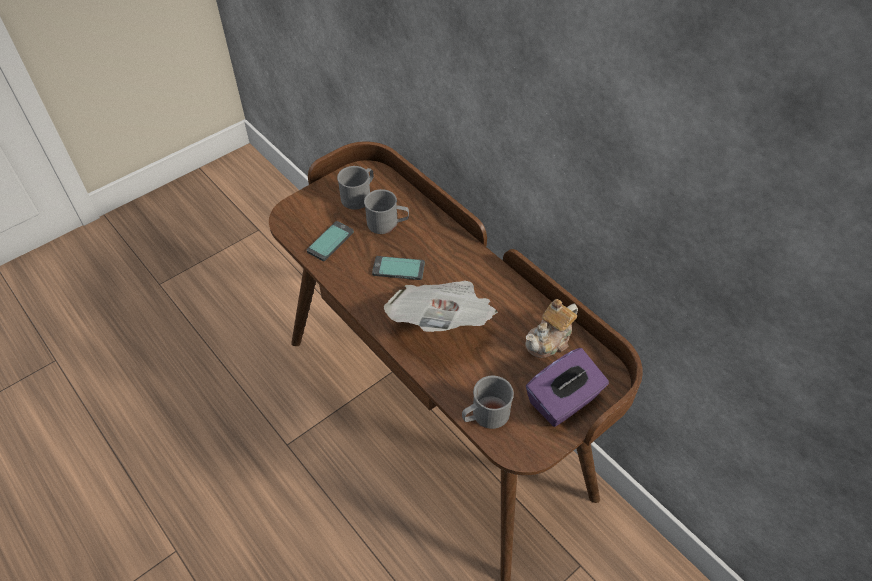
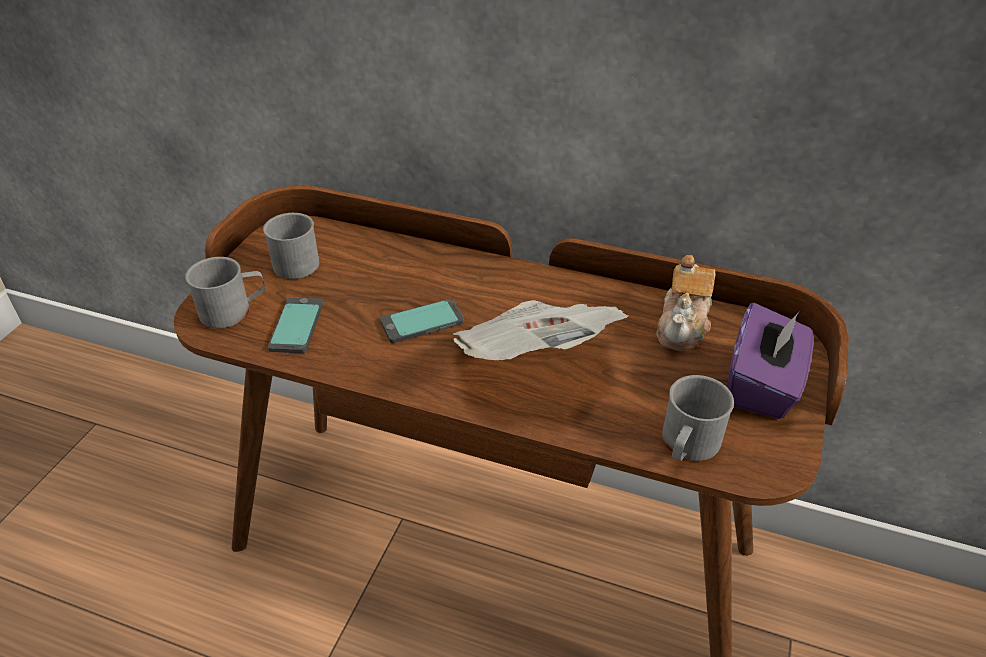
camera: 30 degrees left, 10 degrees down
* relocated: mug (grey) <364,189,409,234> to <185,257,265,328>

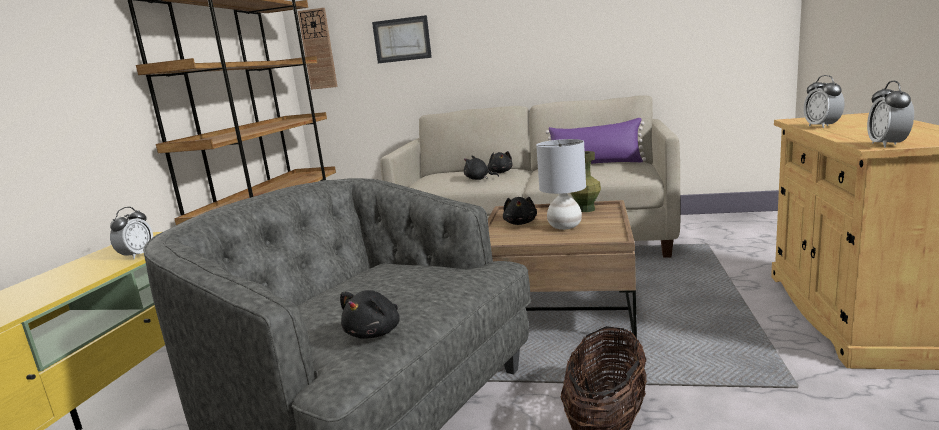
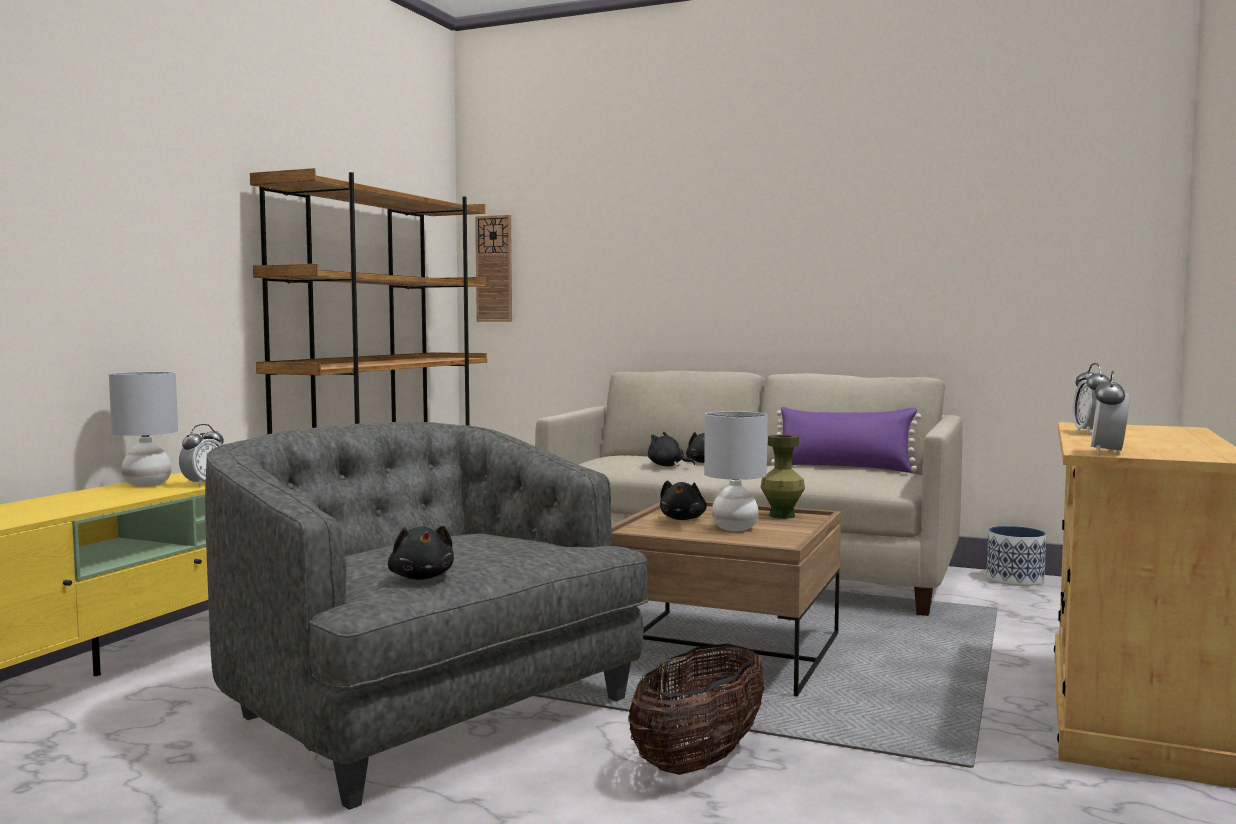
camera: 10 degrees right, 10 degrees down
* spun: cuddly toy (black) <340,290,400,339> = <388,525,454,580> 60 degrees counterclockwise
* missing: wall picture <372,15,432,63>
* appeared: tabletop lamp (grey) <109,372,178,487>
* appeared: plant pot <987,526,1046,586>

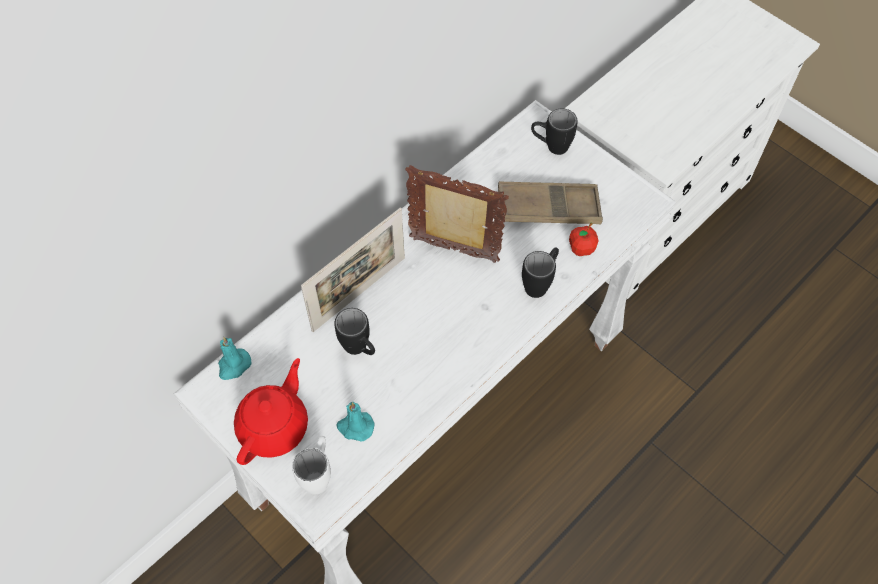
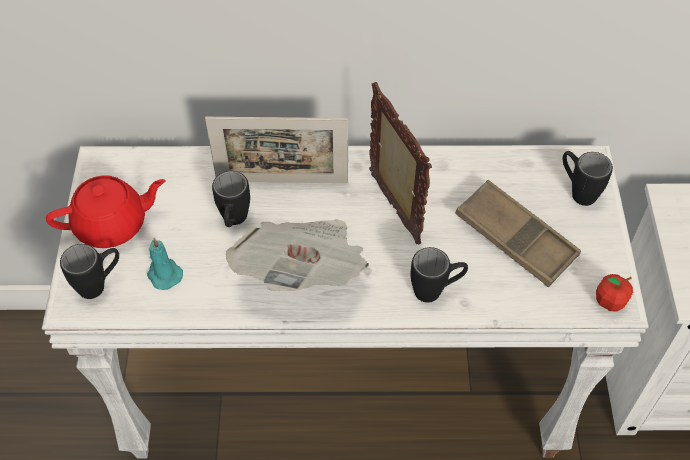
camera: 45 degrees right, 5 degrees down
* missing: candle (turquoise-coloured) <218,337,252,380>
* colour: mug (white) <292,436,331,494> to mug (black) <60,244,119,299>
* relocated: whole apple <569,222,598,256> to <596,274,633,311>
* appeared: printed paper <225,219,369,291>

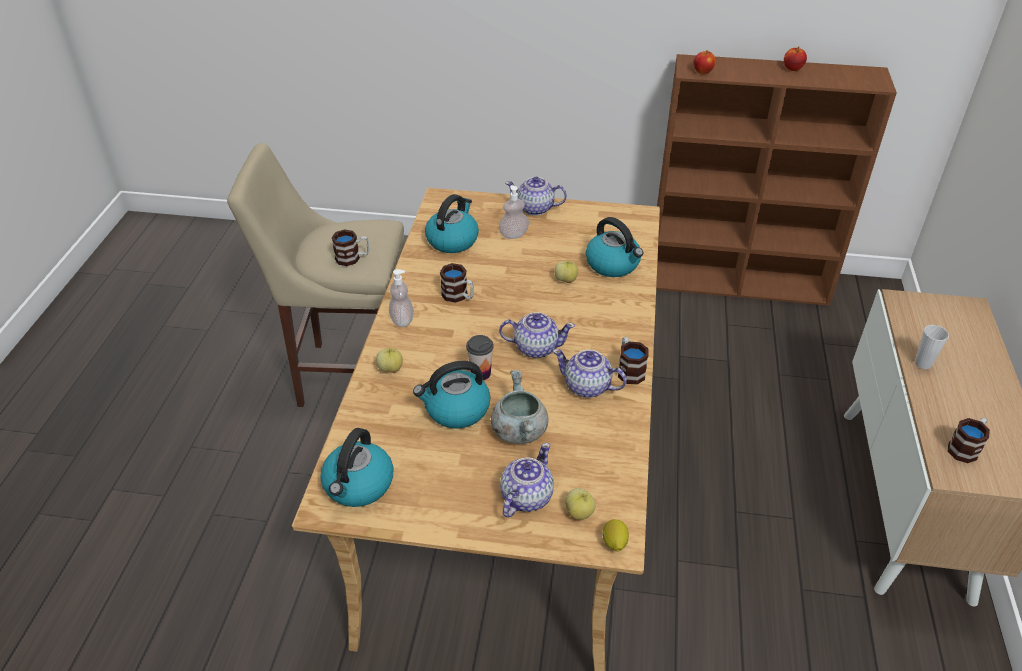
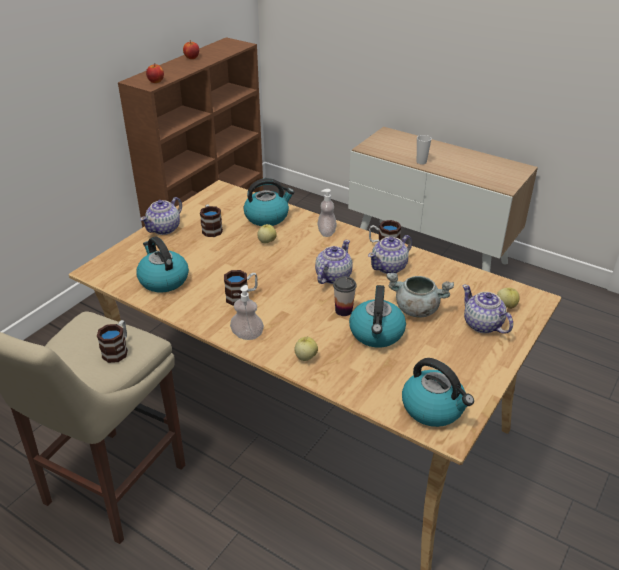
camera: 65 degrees left, 5 degrees down
* relocated: soap bottle <499,185,529,239> to <317,189,337,237>
* missing: whole lemon <602,519,629,552>
* relocated: mug <947,418,990,463> to <200,204,223,237>

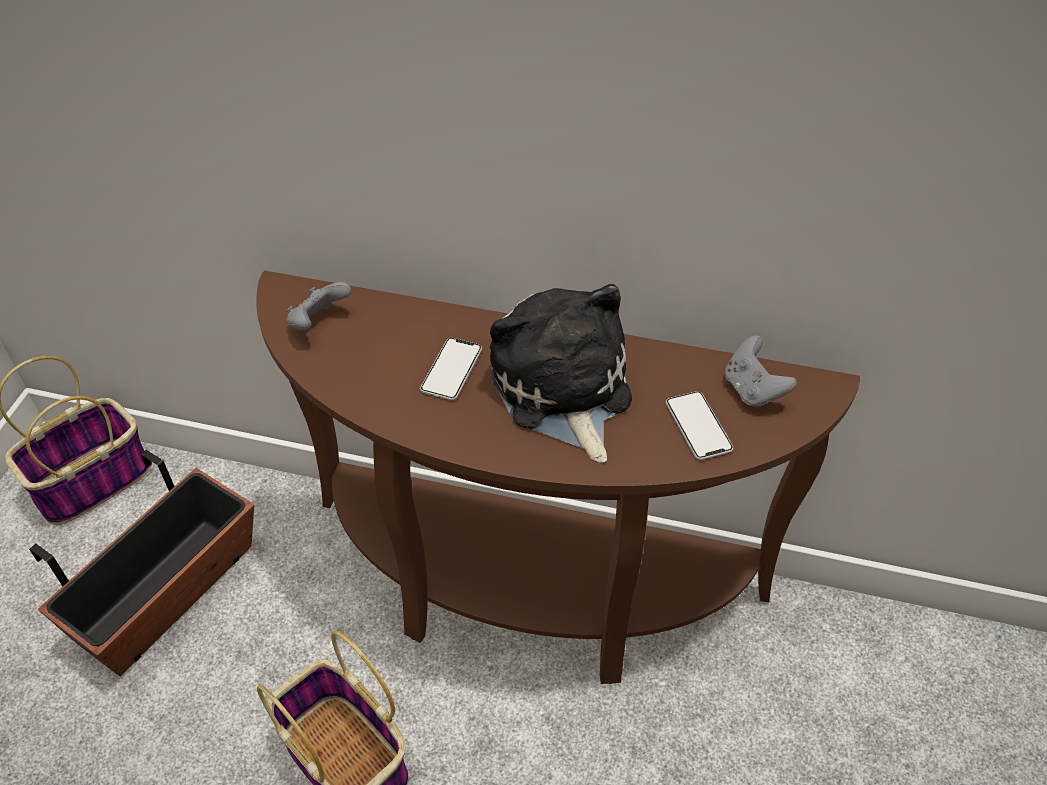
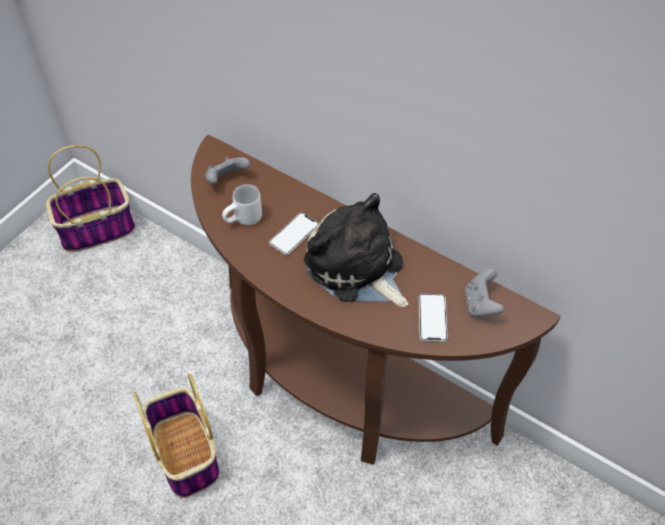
camera: 20 degrees right, 5 degrees up
* missing: plant pot <29,450,254,676>
* spun: cuddly toy <490,284,632,463> = <304,193,408,307> 45 degrees counterclockwise
* appeared: mug (white) <222,184,262,225>

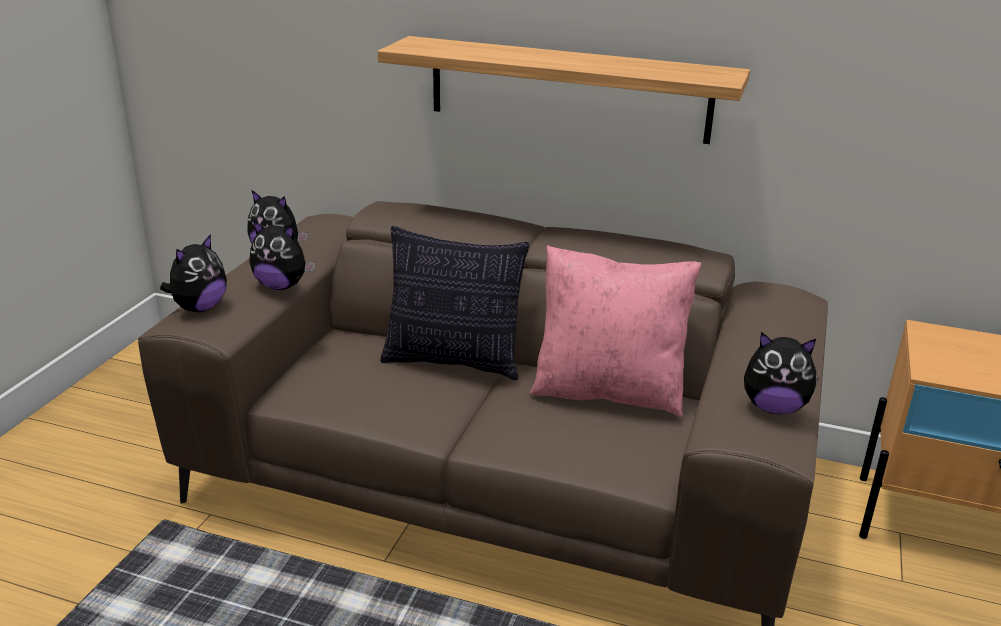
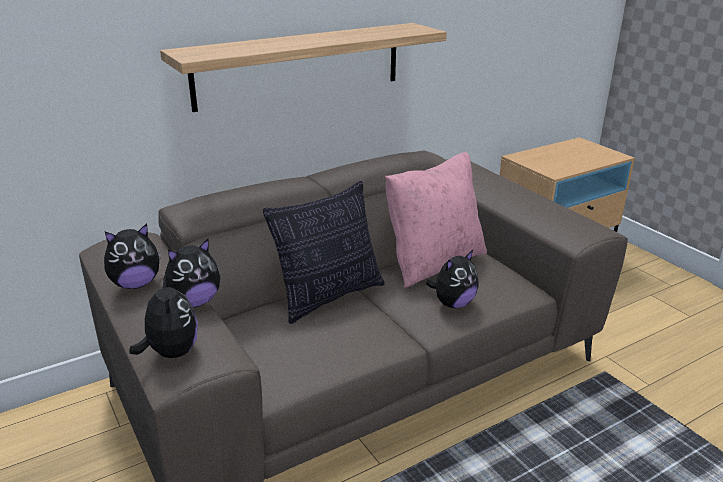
camera: 50 degrees left, 0 degrees up
* relocated: cuddly toy <744,332,819,414> to <426,250,479,308>

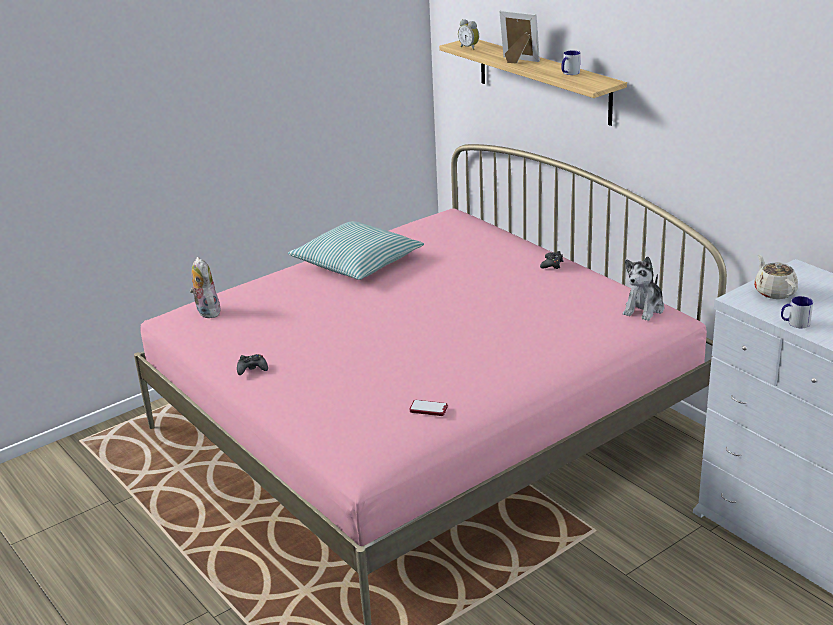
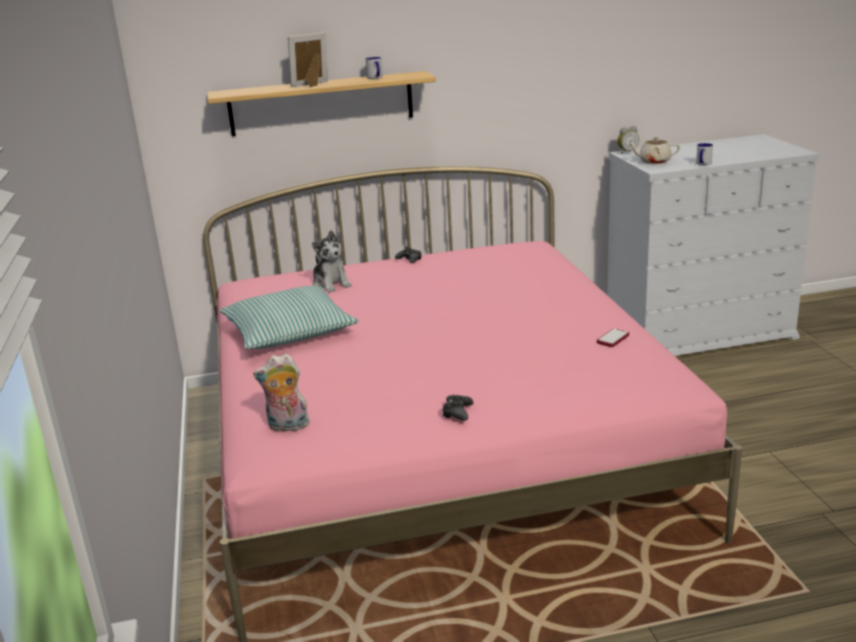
camera: 65 degrees left, 5 degrees down
* relocated: alarm clock <458,19,479,50> to <618,126,639,154>
* relocated: cuddly toy <623,256,664,321> to <312,230,352,293>

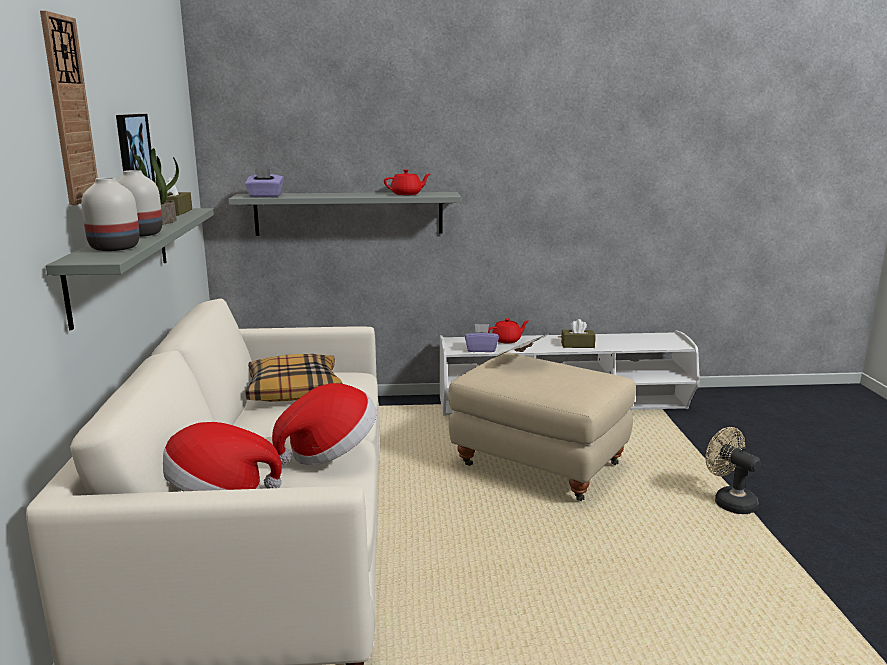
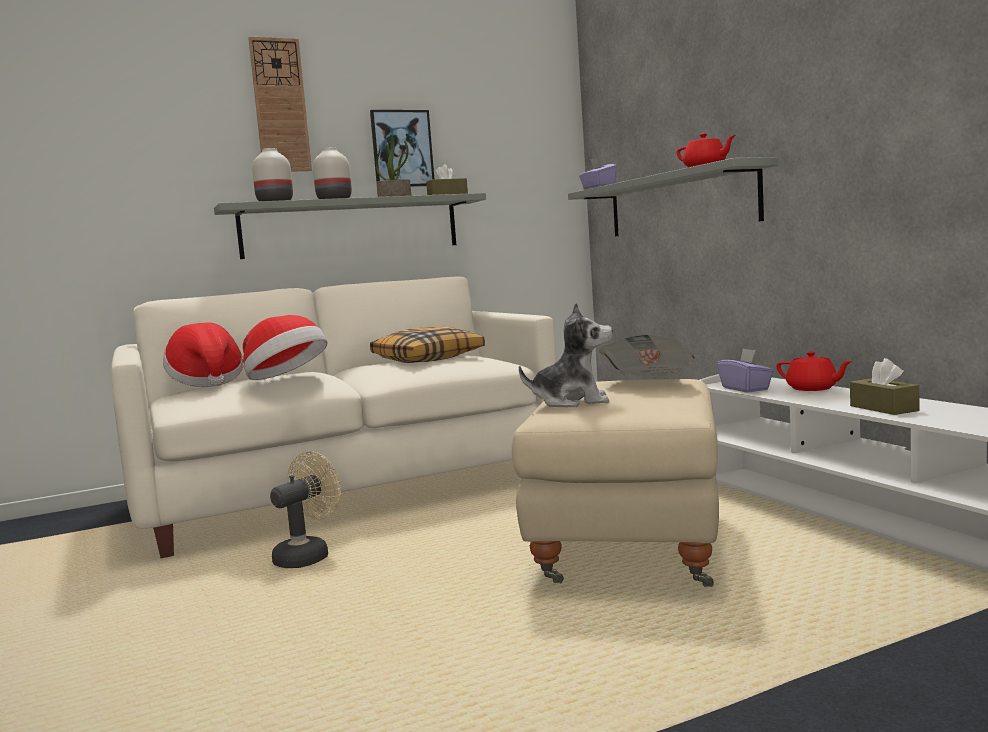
camera: 70 degrees right, 10 degrees down
* relocated: cooling fan (sand-coloured) <706,427,761,514> to <270,451,341,568>
* appeared: cuddly toy <519,303,612,407>

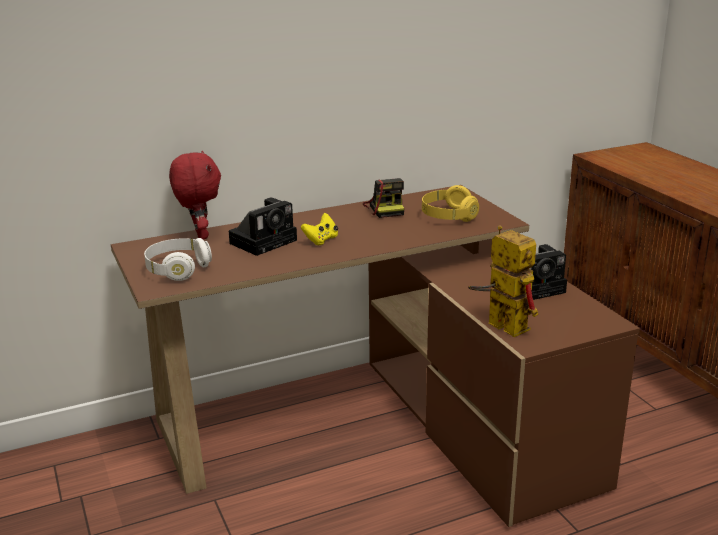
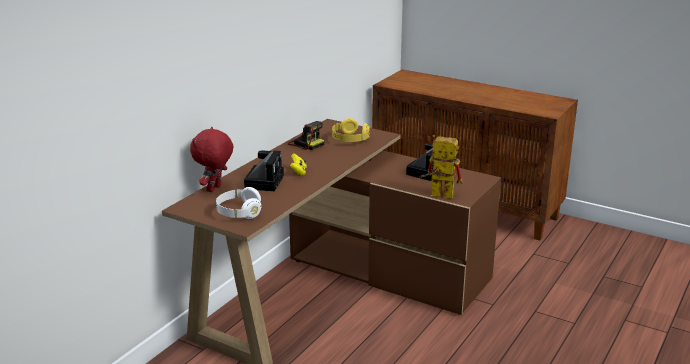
camera: 35 degrees left, 0 degrees up
* spun: cuddly toy (red-coloured) <169,151,221,239> = <190,127,234,192> 105 degrees counterclockwise

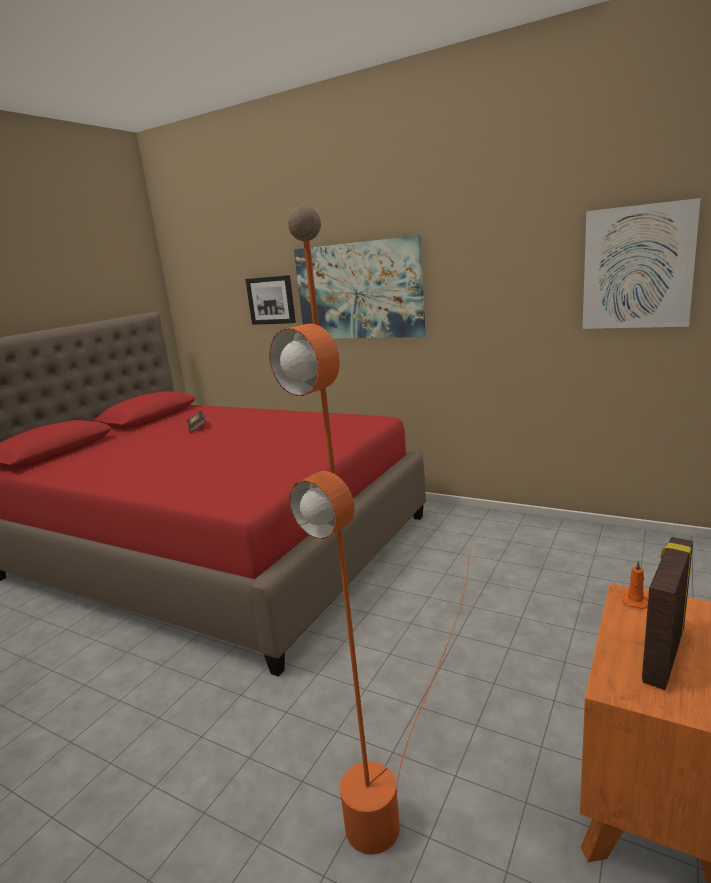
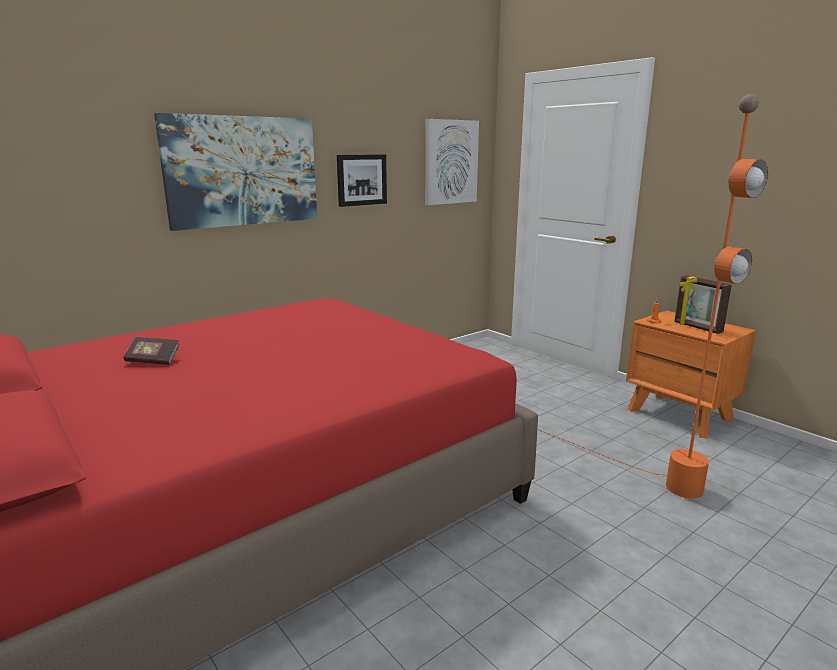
camera: 70 degrees left, 0 degrees up
* relocated: wall picture <245,275,296,325> to <337,154,387,207>

